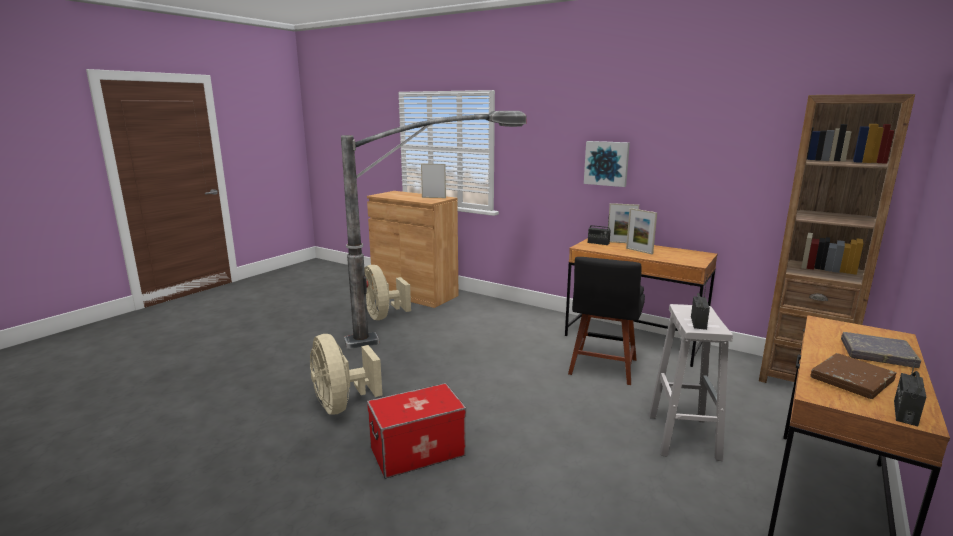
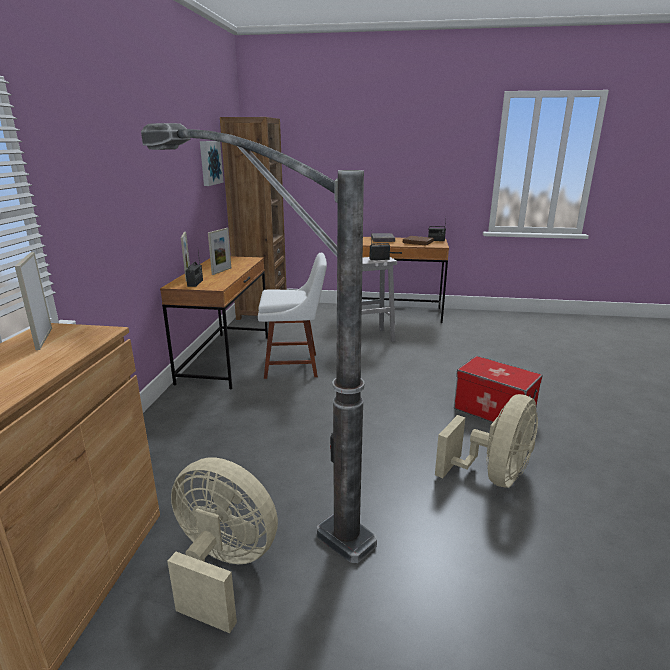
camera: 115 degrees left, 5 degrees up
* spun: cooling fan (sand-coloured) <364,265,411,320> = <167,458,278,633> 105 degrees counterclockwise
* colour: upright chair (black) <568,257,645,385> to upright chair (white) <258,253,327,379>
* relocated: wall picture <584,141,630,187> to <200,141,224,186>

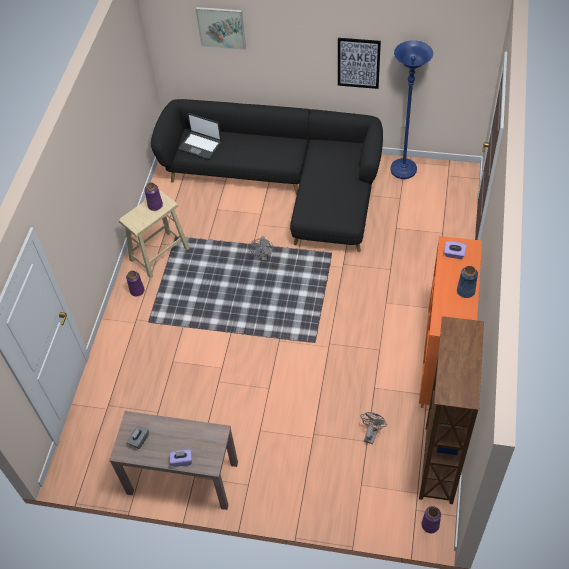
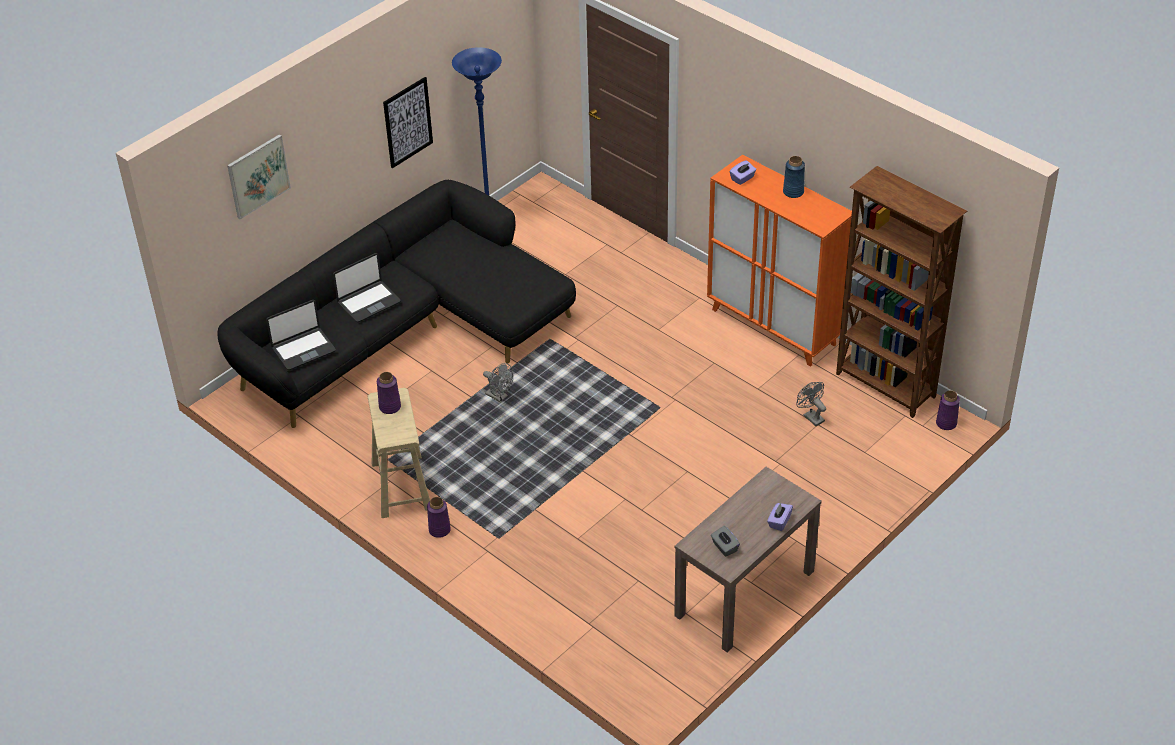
camera: 60 degrees left, 10 degrees down
* appeared: portable computer <333,253,401,322>

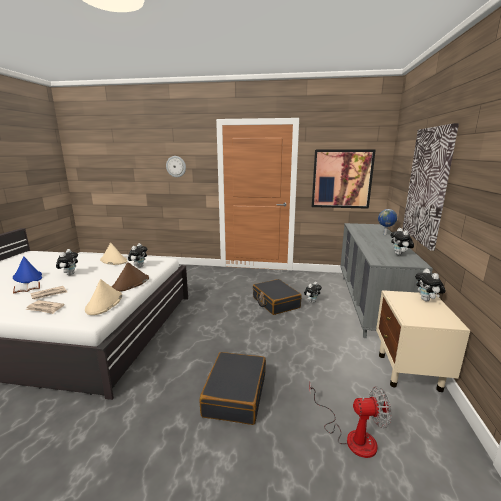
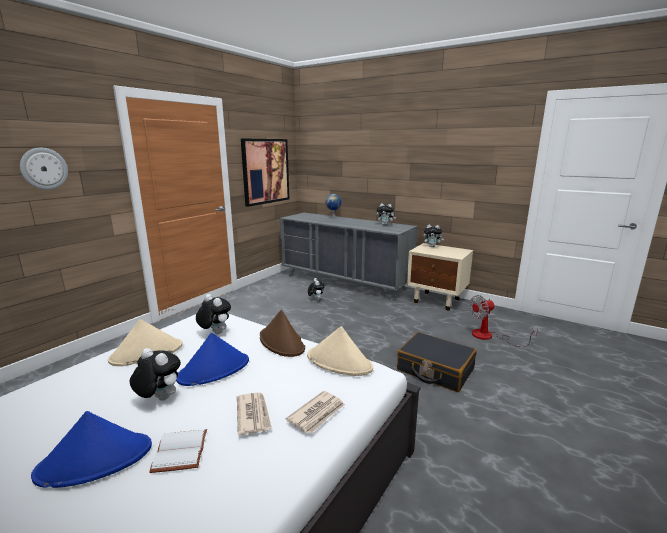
camera: 65 degrees left, 0 degrees up
* missing: suitcase (black) <253,279,302,315>
* spun: cooling fan <309,383,392,458> = <470,295,538,347> 135 degrees counterclockwise
* missing: wall picture <403,123,459,251>
* appeared: clothing hat (bluish) <176,333,249,386>

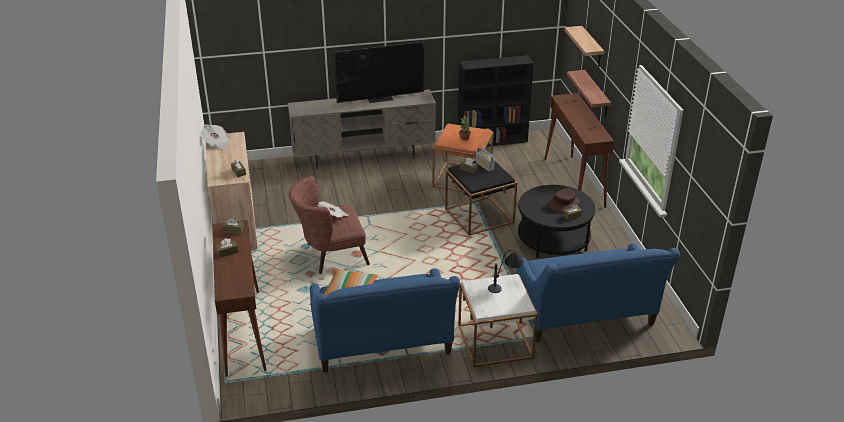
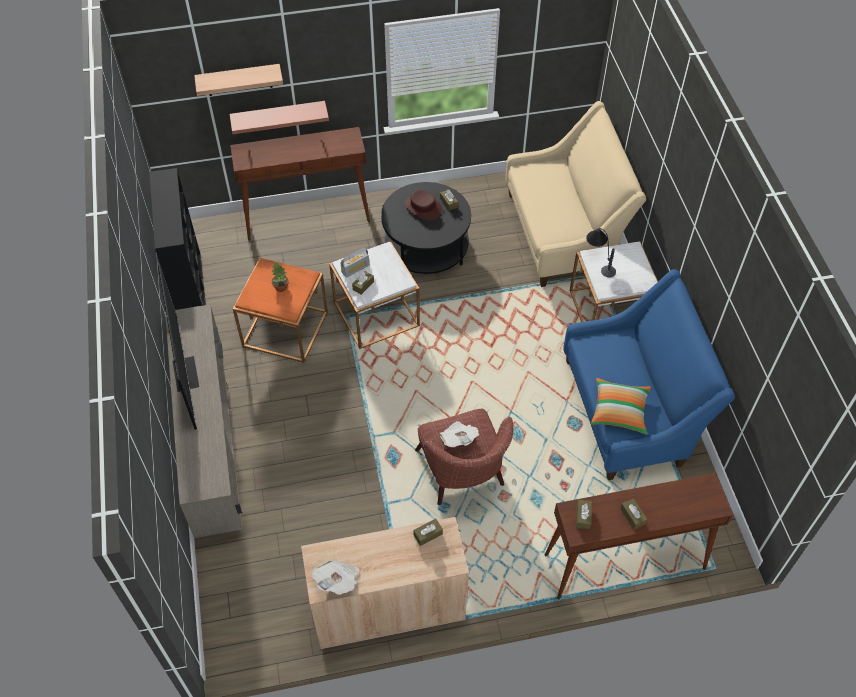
camera: 90 degrees left, 20 degrees up
* colour: end table (black) <445,161,517,236> to end table (white) <329,242,420,349>
* colour: sofa (bluish) <516,243,680,342> to sofa (sand-coloured) <505,101,646,287>

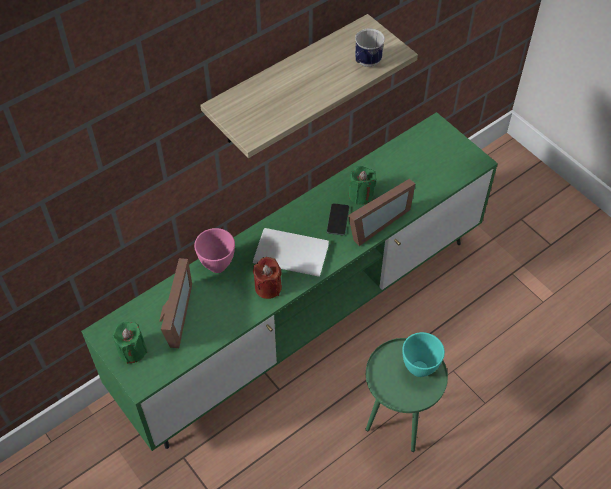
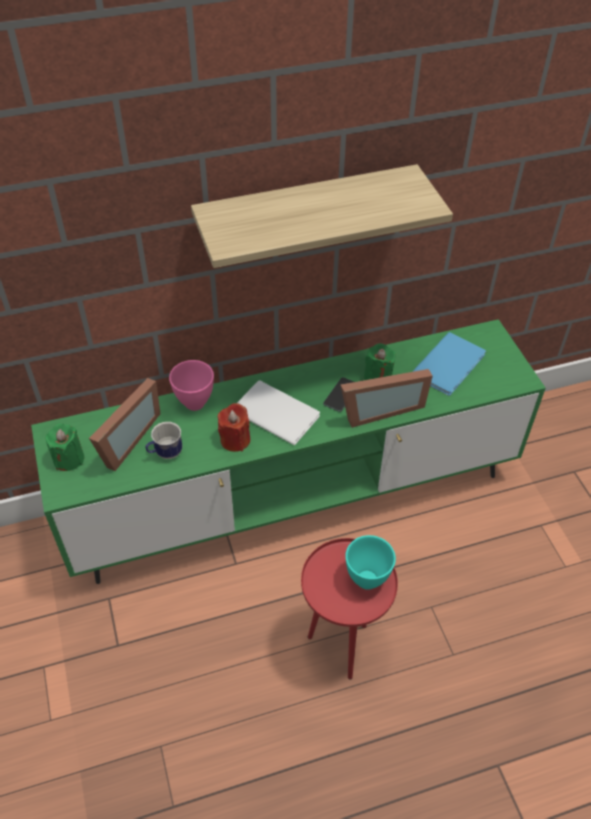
camera: 20 degrees right, 5 degrees down
* relocated: mug <355,29,385,67> to <145,422,182,459>
* colour: end table (greenish) <365,338,448,452> to end table (red-coloured) <301,538,398,679>
* appeared: volume (bluish) <412,332,486,396>

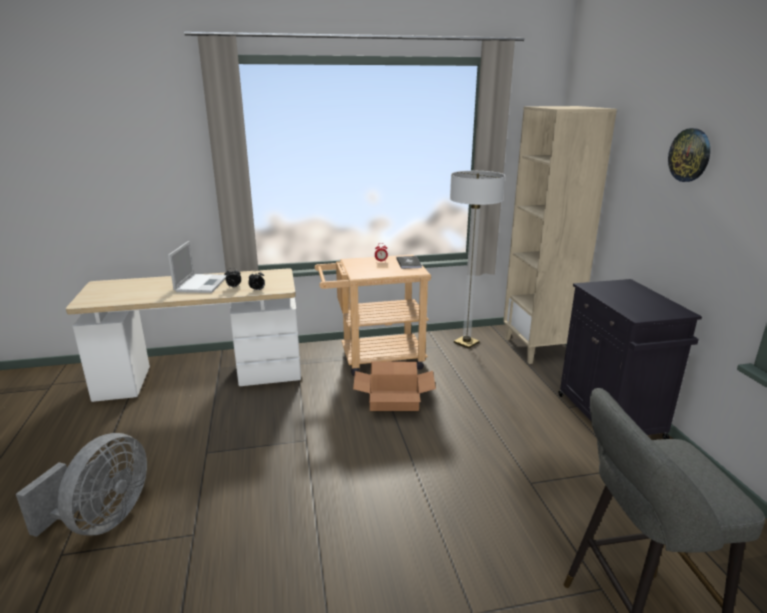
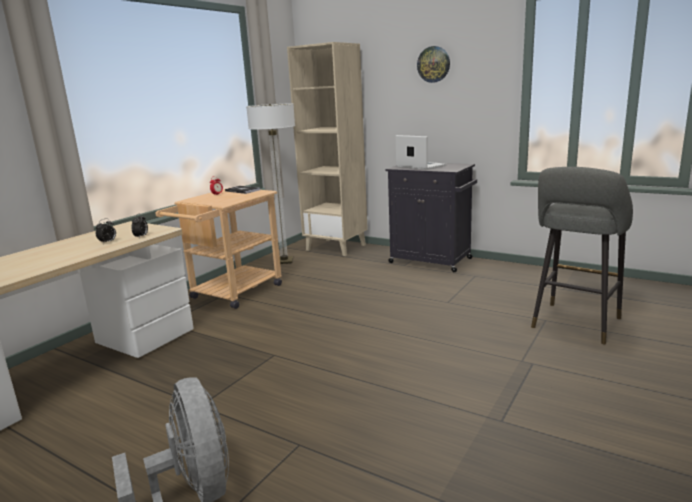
camera: 45 degrees left, 5 degrees down
* relocated: portable computer <168,241,226,293> to <396,135,446,170>
* missing: carton <353,362,436,411>

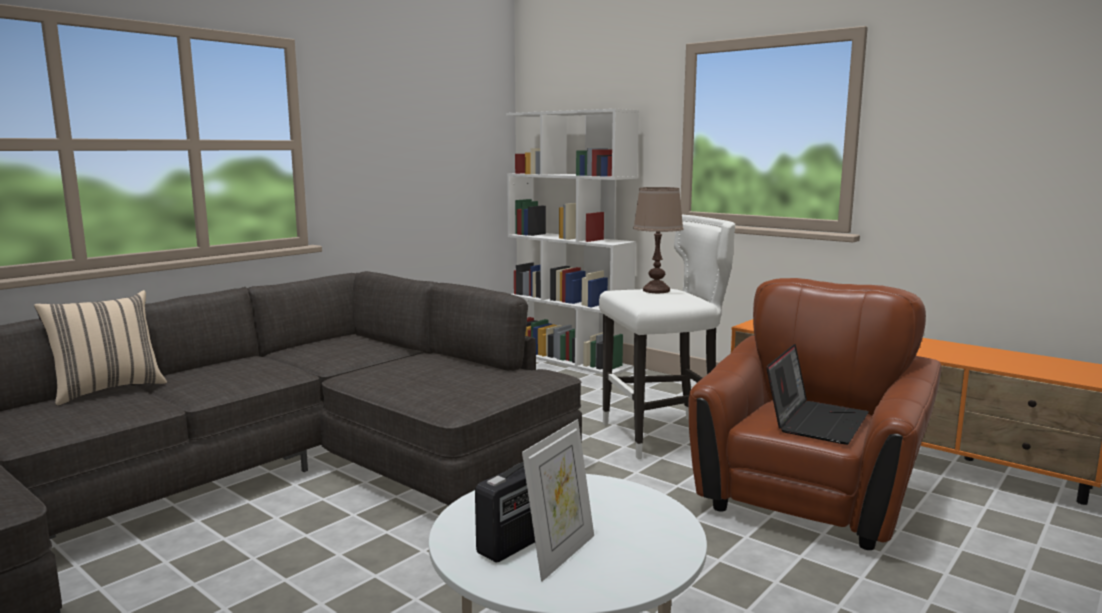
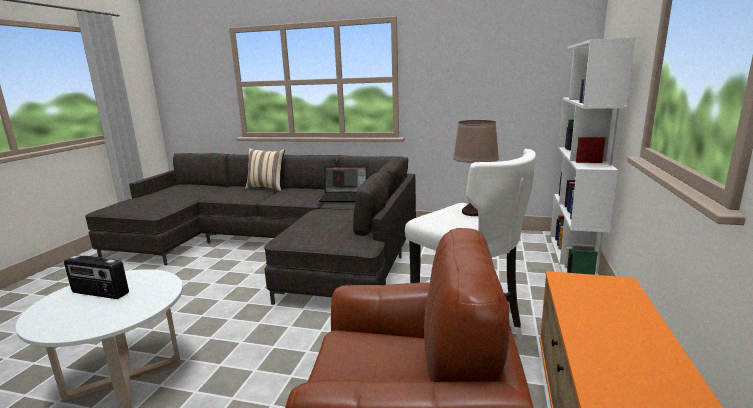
camera: 65 degrees right, 5 degrees up
* missing: picture frame <522,419,594,582>
* relocated: portable computer <766,344,869,445> to <319,166,367,202>

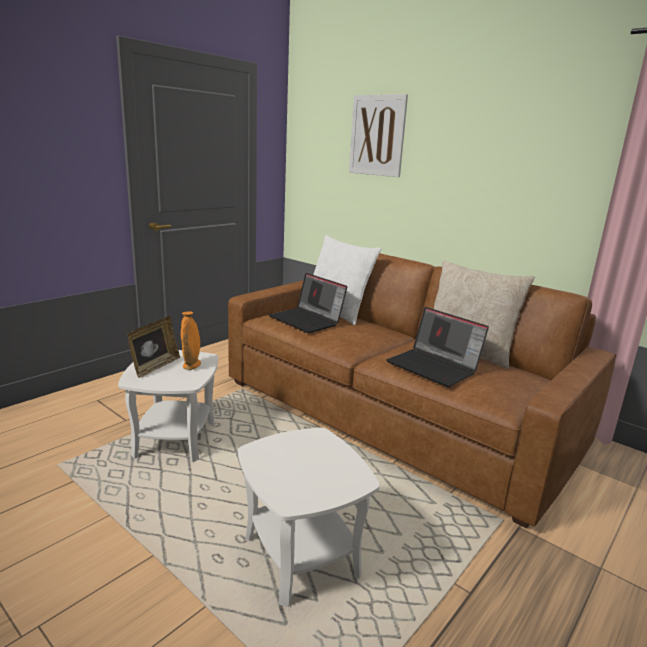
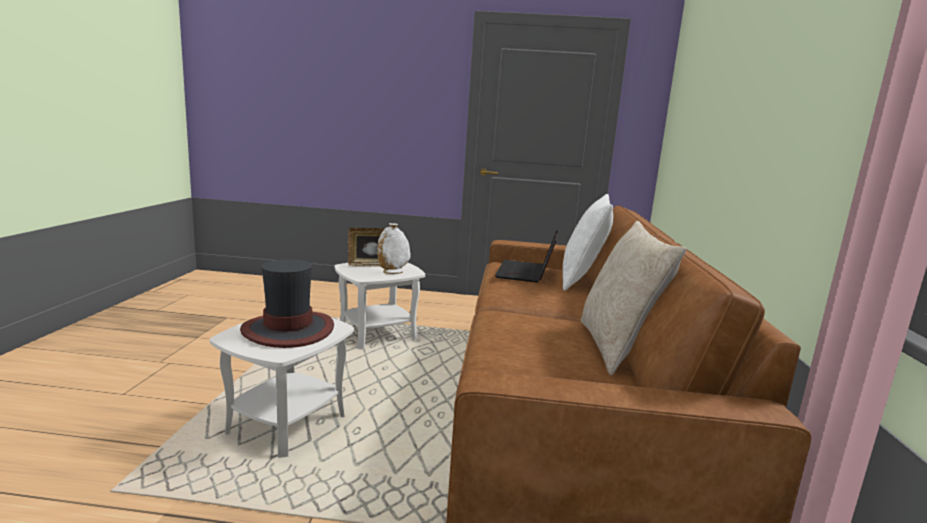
camera: 55 degrees right, 5 degrees down
* colour: vase (orange-coloured) <181,311,201,370> to vase (white) <377,223,411,274>
* missing: wall picture <349,94,408,177>
* missing: portable computer <386,307,489,387>
* appeared: clothing hat <240,259,334,348>

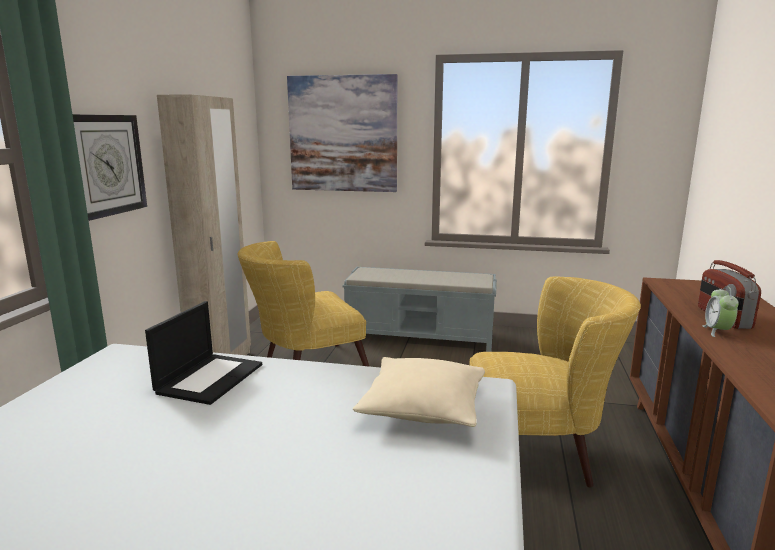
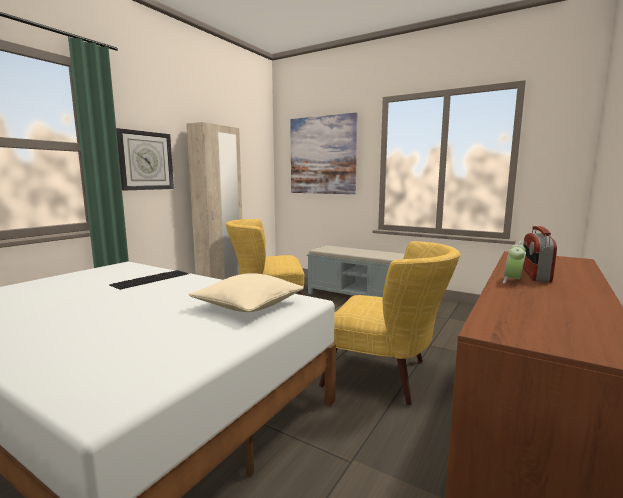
camera: 20 degrees right, 5 degrees down
* exchanged: portable computer <145,301,262,405> to PC keyboard <109,270,189,290>

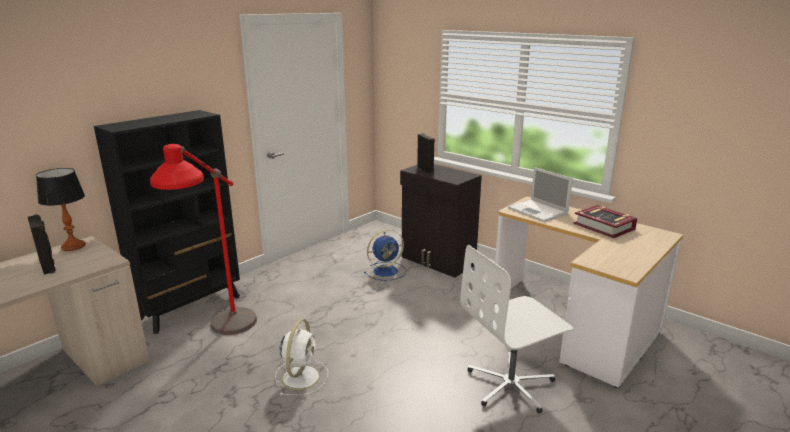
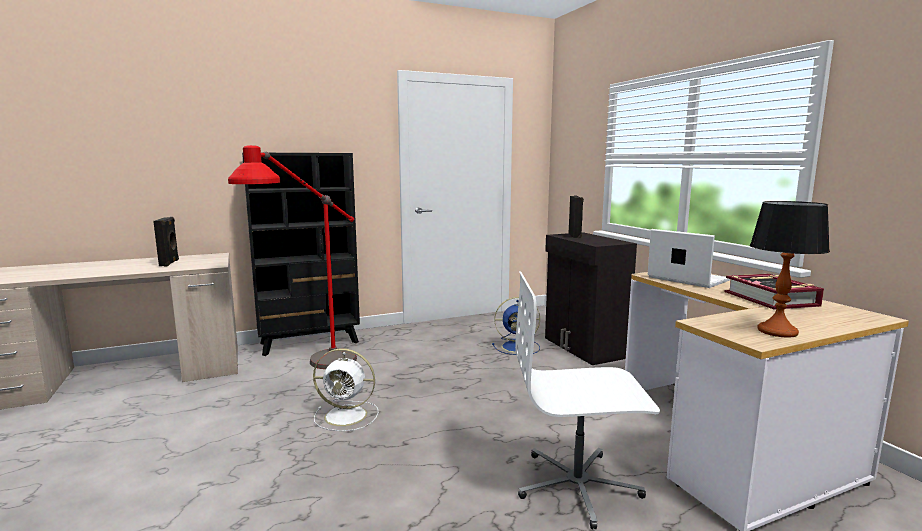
camera: 25 degrees right, 10 degrees down
* relocated: tabletop lamp <36,168,85,251> to <750,201,830,338>
* spun: cooling fan (white) <275,319,328,395> = <313,348,378,431> 60 degrees clockwise
* spun: portable computer <508,167,573,222> = <648,229,730,288> 150 degrees clockwise

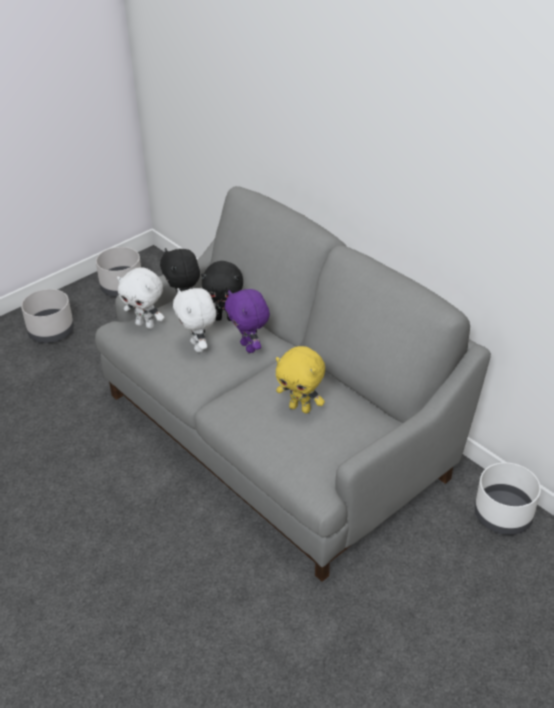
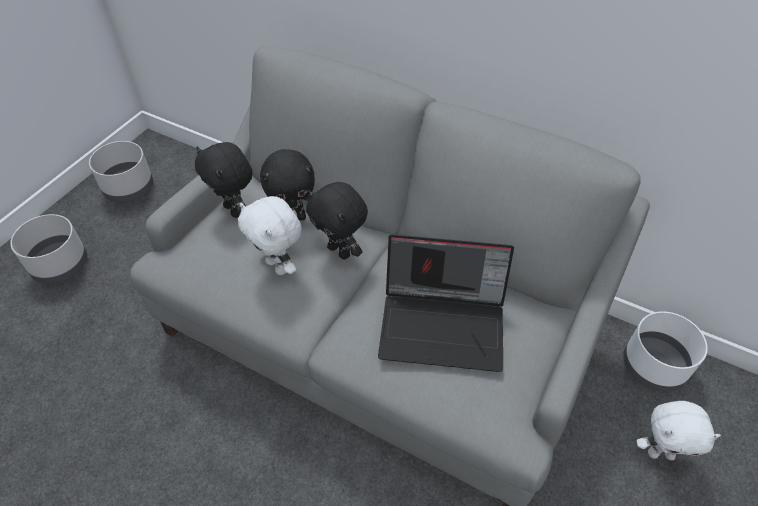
camera: 20 degrees left, 10 degrees up
* relocated: cuddly toy (white) <117,268,164,329> to <636,401,721,460>
* colour: cuddly toy (purplish) <225,289,270,353> to cuddly toy (black) <306,182,368,259>
* exchanged: cuddly toy (yellow) <276,346,325,414> to portable computer <378,235,514,372>

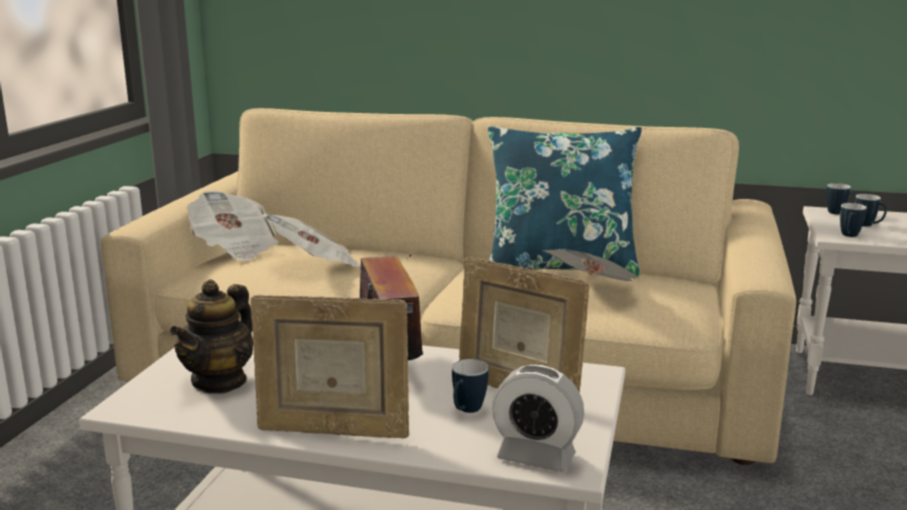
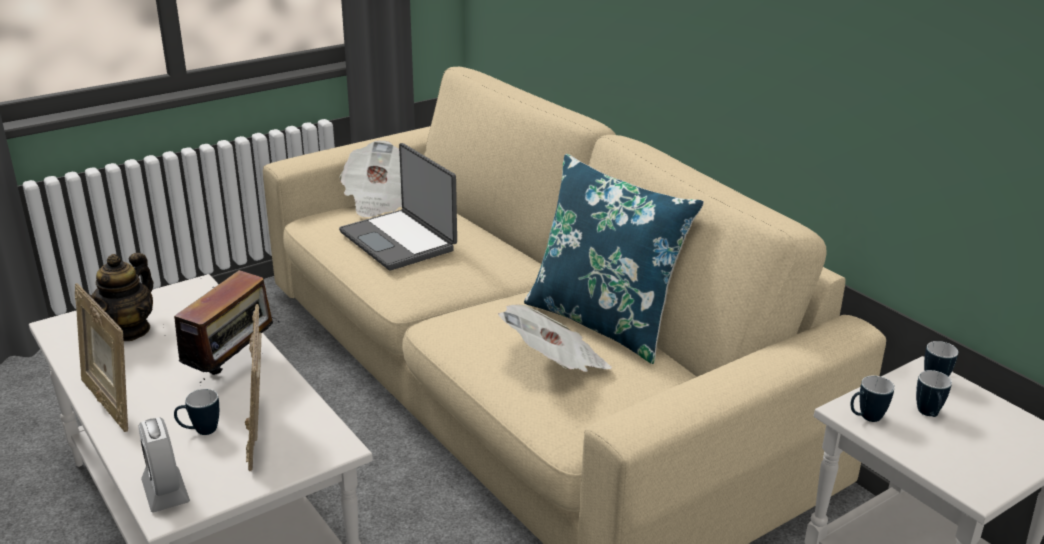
camera: 40 degrees right, 10 degrees up
* spun: tea pot <170,279,253,394> = <88,253,153,341> 45 degrees counterclockwise
* exchanged: printed paper <262,214,360,267> to portable computer <339,143,457,270>

